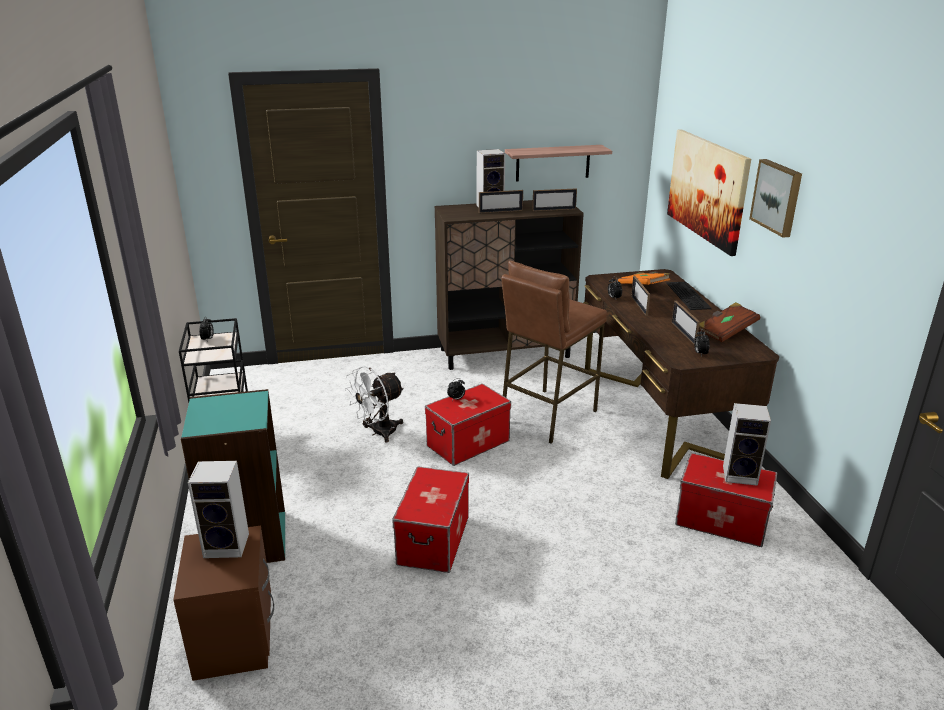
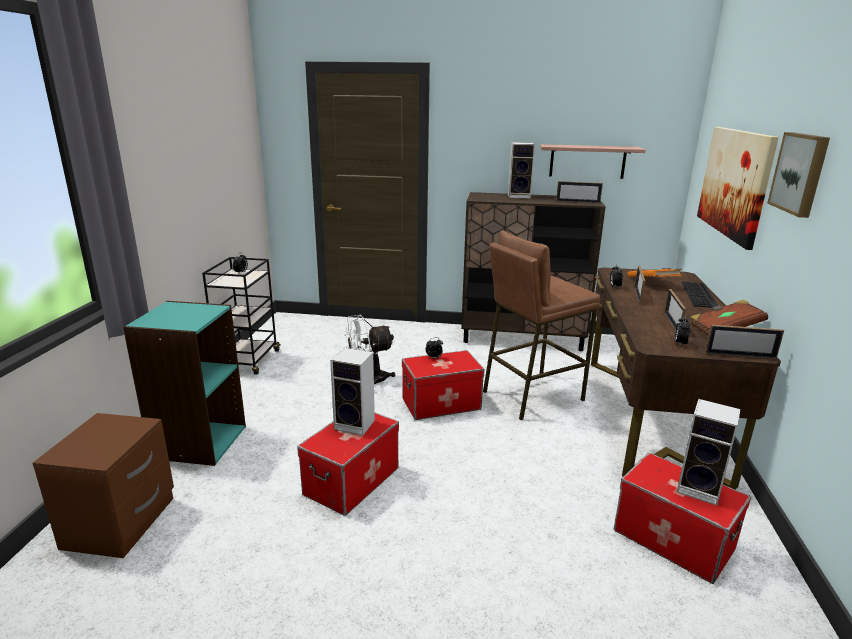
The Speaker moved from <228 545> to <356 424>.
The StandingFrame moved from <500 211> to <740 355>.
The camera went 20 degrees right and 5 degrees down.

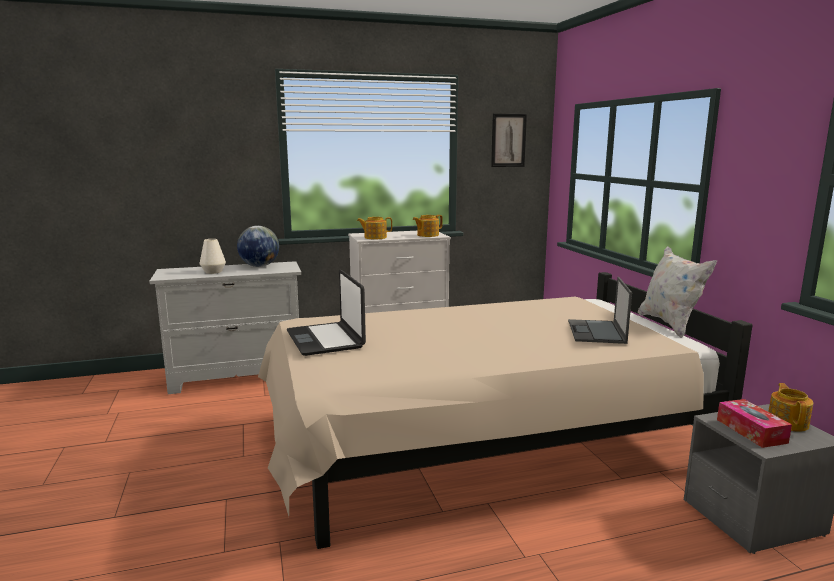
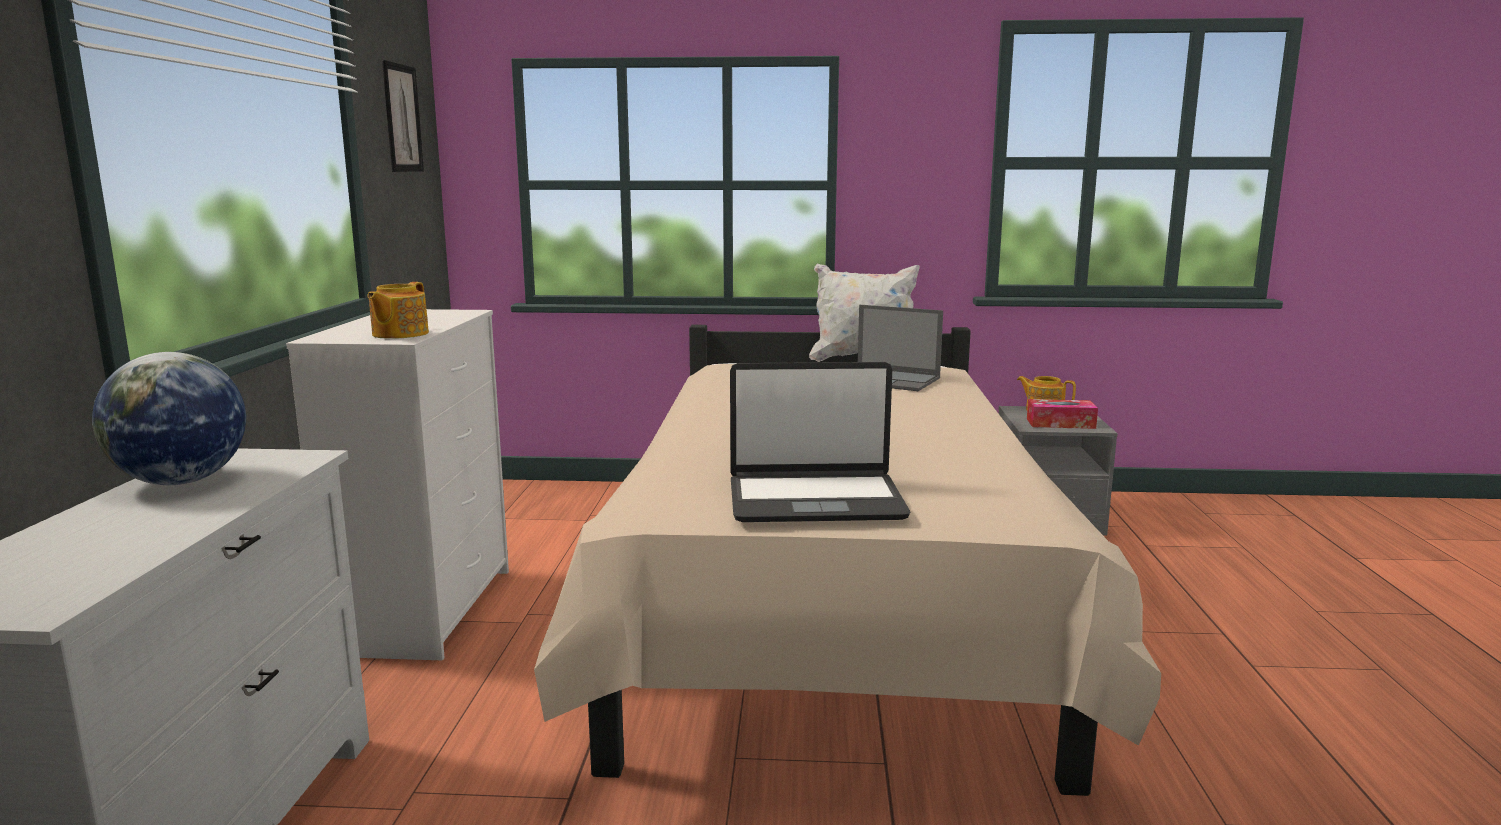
The WhiteColouredDecorativeVase at <213 272> disappeared.
The PotForTea at <427 235> disappeared.
The camera went 70 degrees left and 0 degrees up.

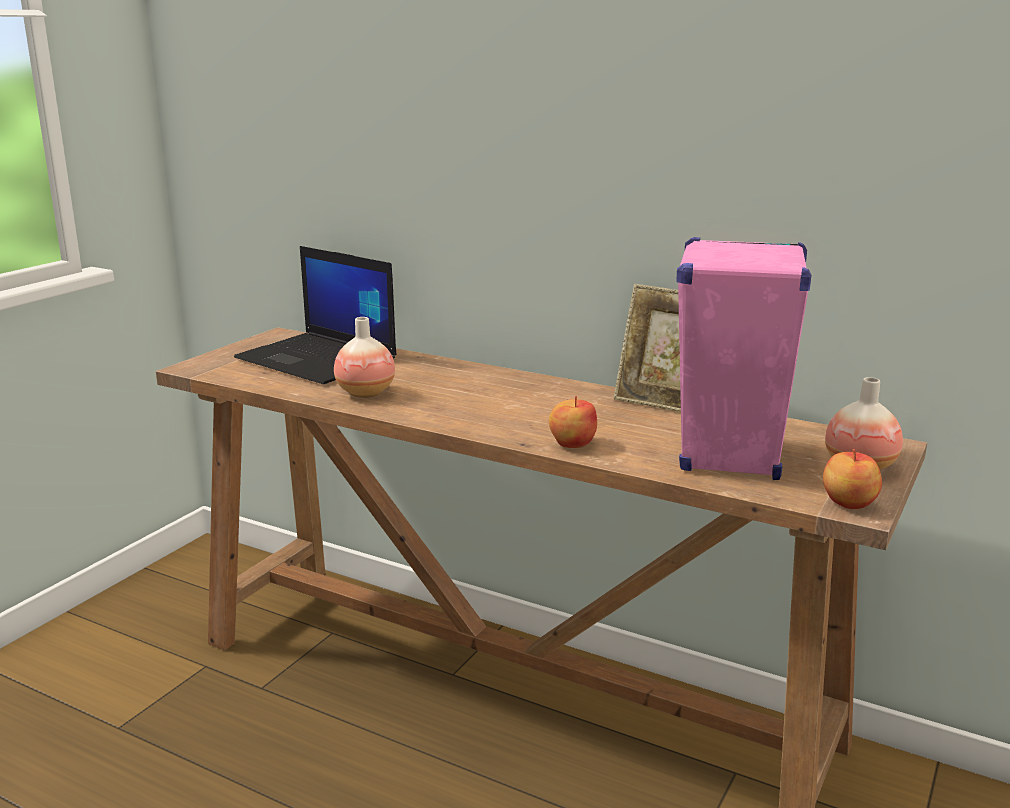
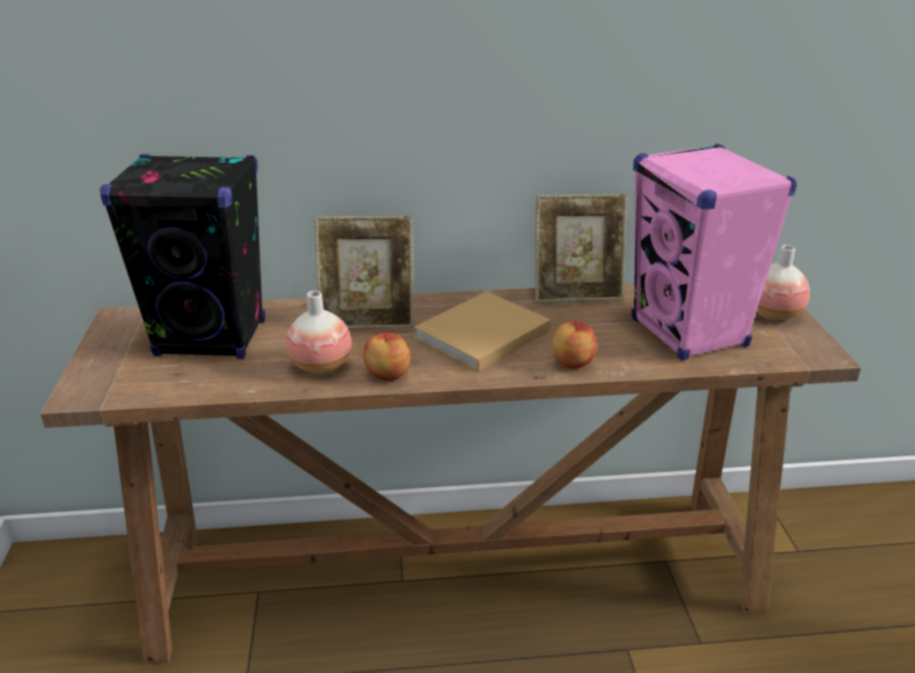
The PortableComputer at <319 359> was replaced by the BlackishSpeaker at <212 338>.
The Apple moved from <847 503> to <387 374>.
The StandingFrame at <368 320> appeared.
The SandColouredVolume at <479 336> appeared.
The camera went 35 degrees left and 10 degrees up.

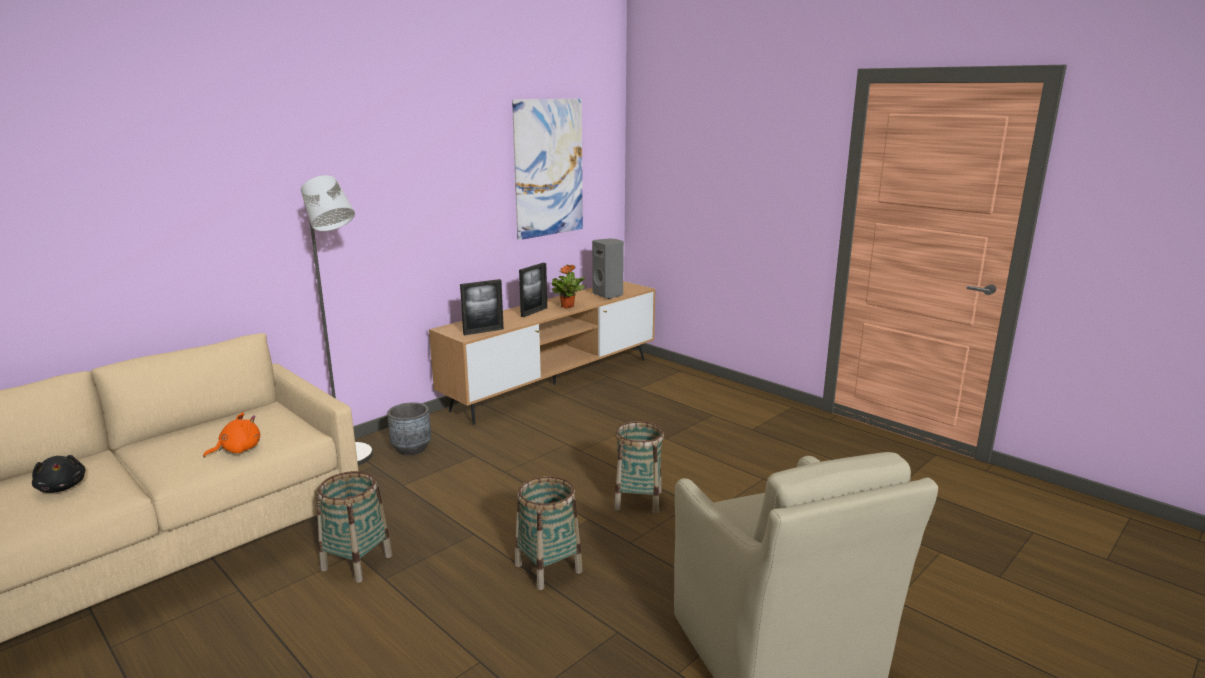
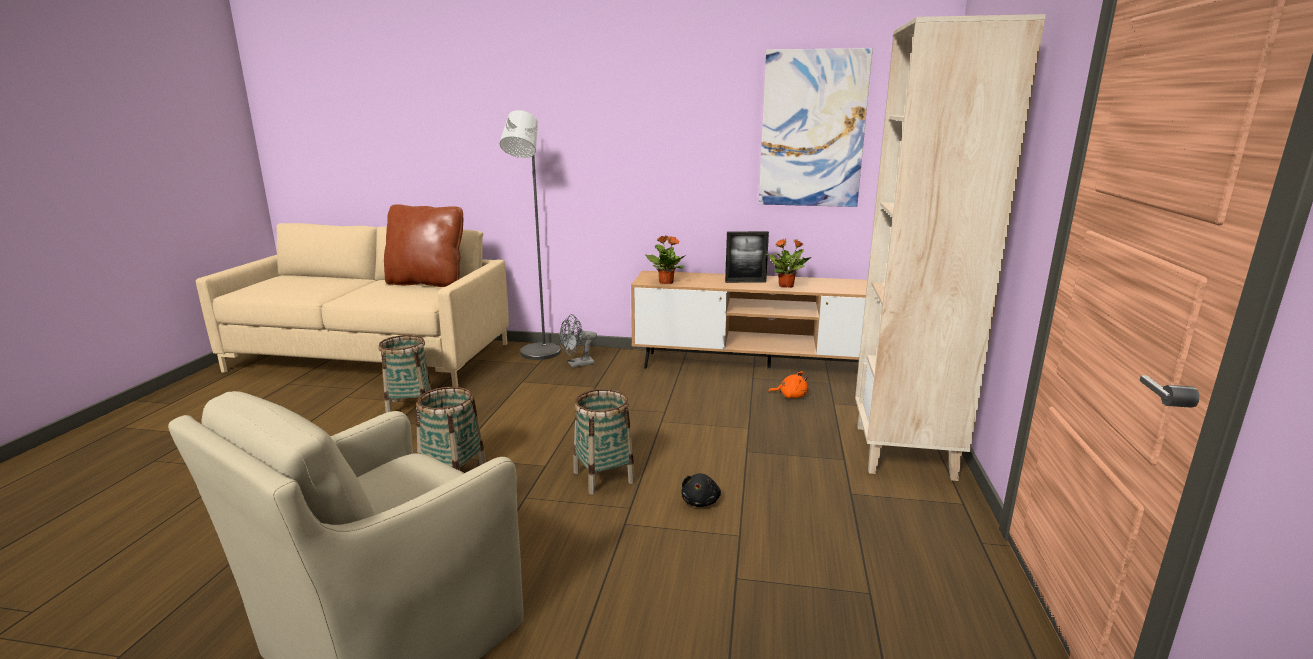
The BlackishCuddlyToy moved from <62 487> to <700 501>.
The OrangeCuddlyToy moved from <238 450> to <791 396>.
The GrayPlanter at <412 448> was replaced by the GrayCoolingFan at <577 364>.
The StandingFrame at <483 331> was replaced by the PlantInAPot at <666 282>.
The GraySpeaker at <609 295> disappeared.
The BrownPillow at <427 283> appeared.
The SandColouredBookshelf at <905 452> appeared.
The camera went 55 degrees right and 0 degrees up.

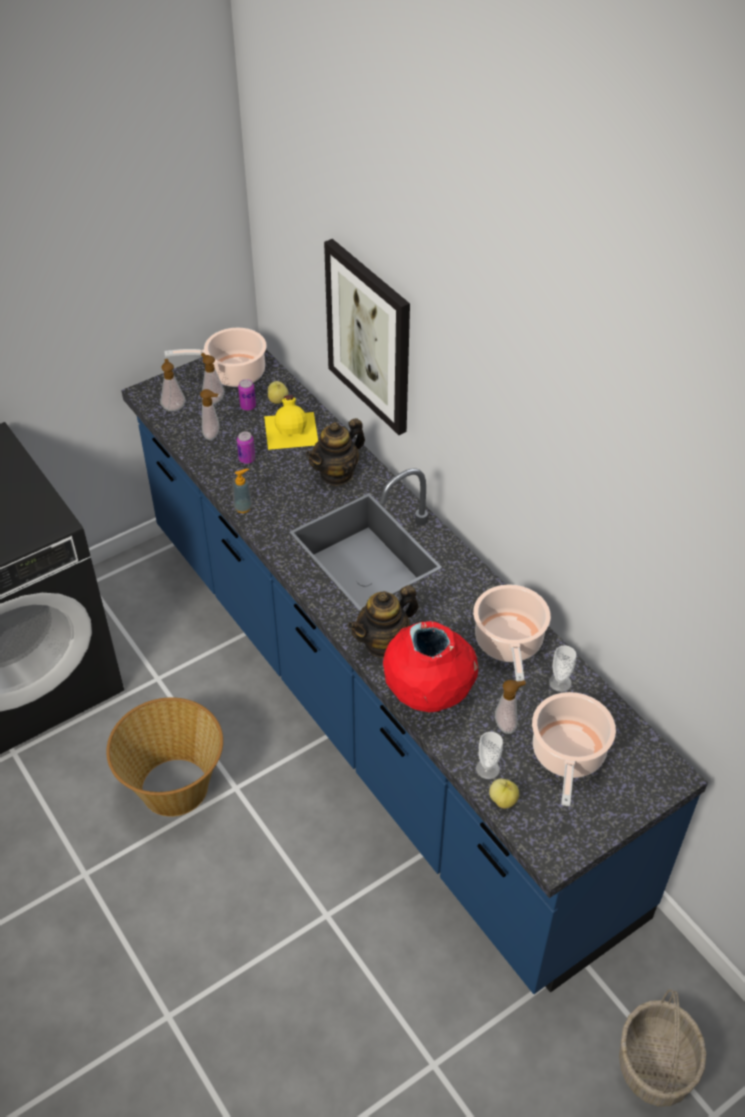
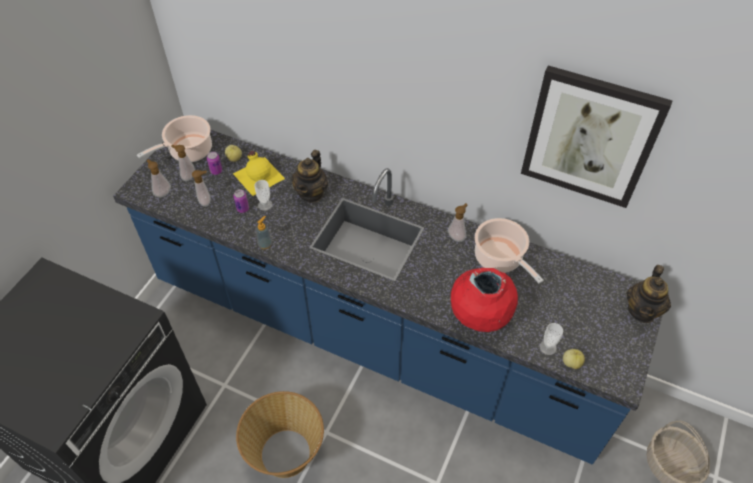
The Picture moved from <370 336> to <590 137>.
The PotForTea moved from <383 642> to <642 310>.
The SoapBottle moved from <507 725> to <457 237>.
The CookingPot at <568 756> disappeared.
The Cup moved from <560 682> to <265 205>.
The camera went 30 degrees left and 5 degrees up.

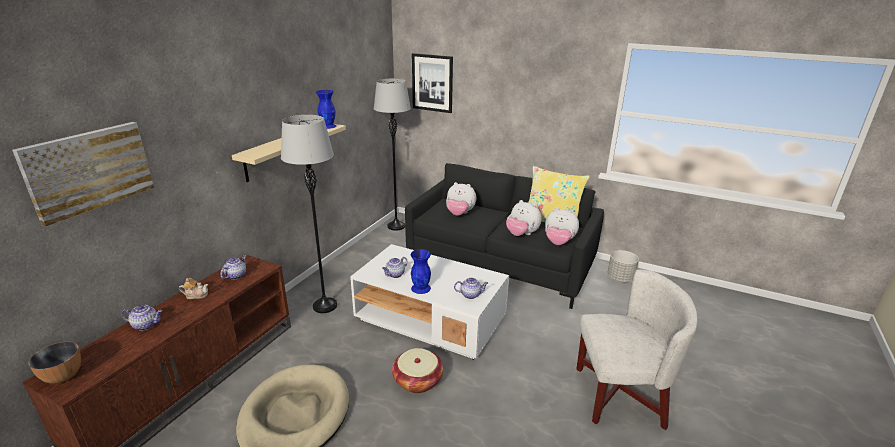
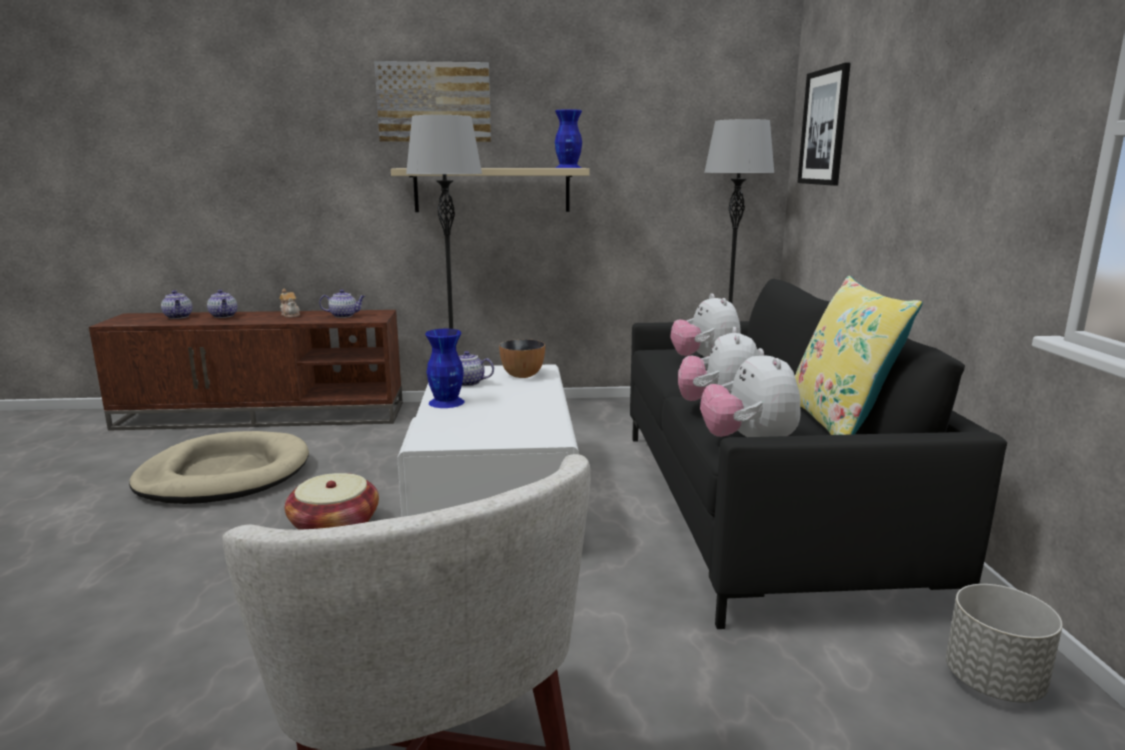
The Picture moved from <89 170> to <434 102>.
The ServingBowl moved from <63 376> to <522 375>.
The PotForTea moved from <471 295> to <178 317>.
The camera went 60 degrees right and 10 degrees down.

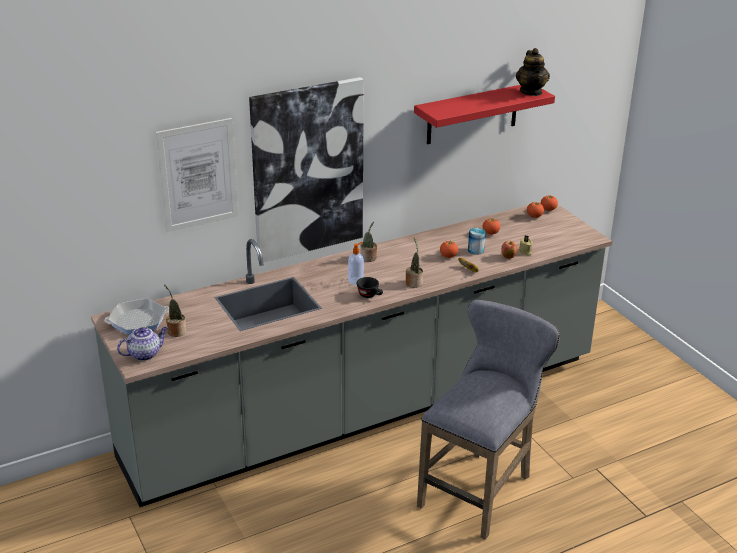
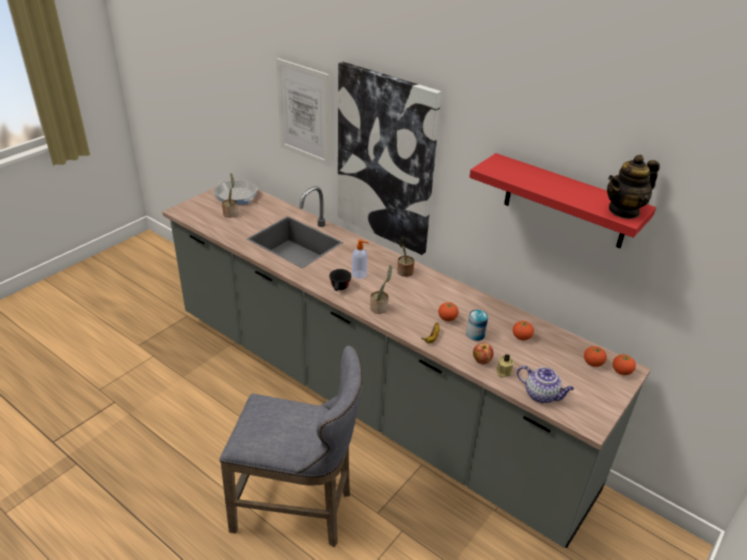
The PotForTea moved from <145 354> to <542 395>.
The camera went 65 degrees right and 5 degrees up.

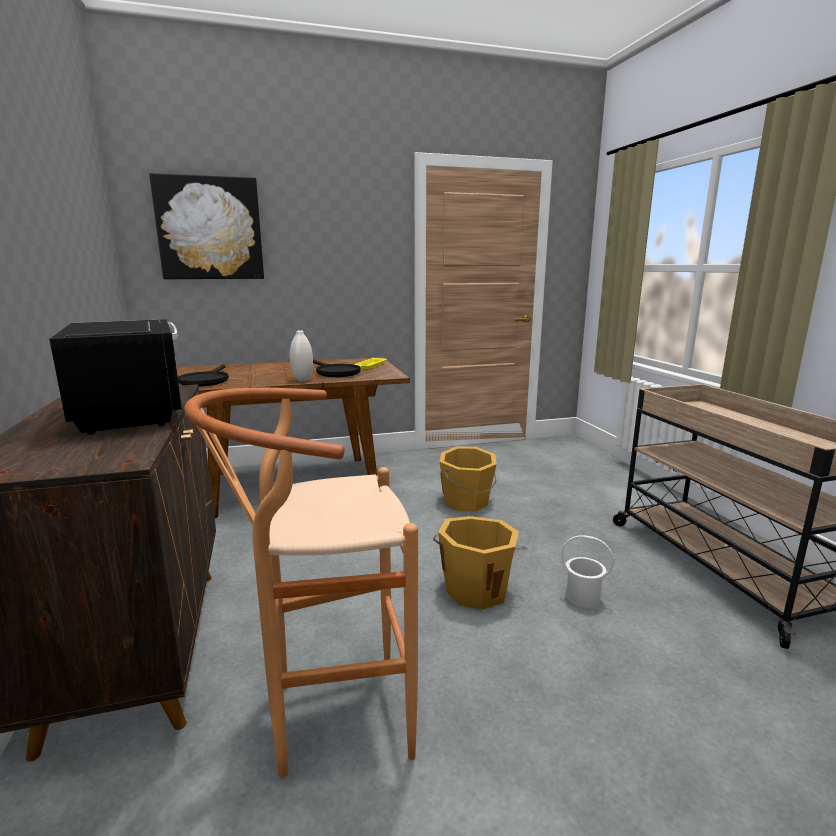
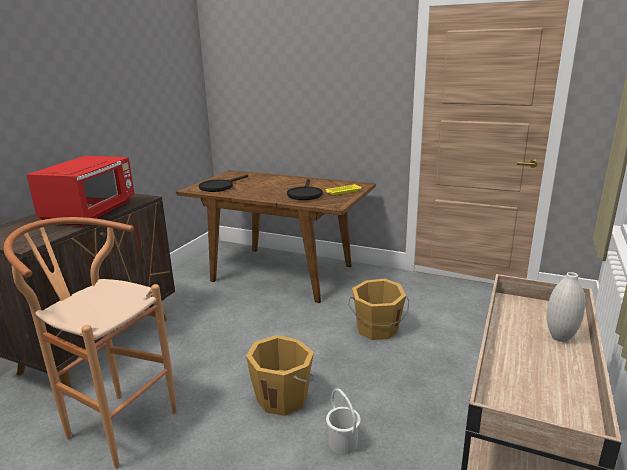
The BlackishMicrowave at <133 412> became the ReddishMicrowave at <92 213>.
The Picture at <210 229> disappeared.
The WhiteColouredDecorativeVase moved from <302 380> to <560 337>.
The camera went 40 degrees right and 5 degrees up.

